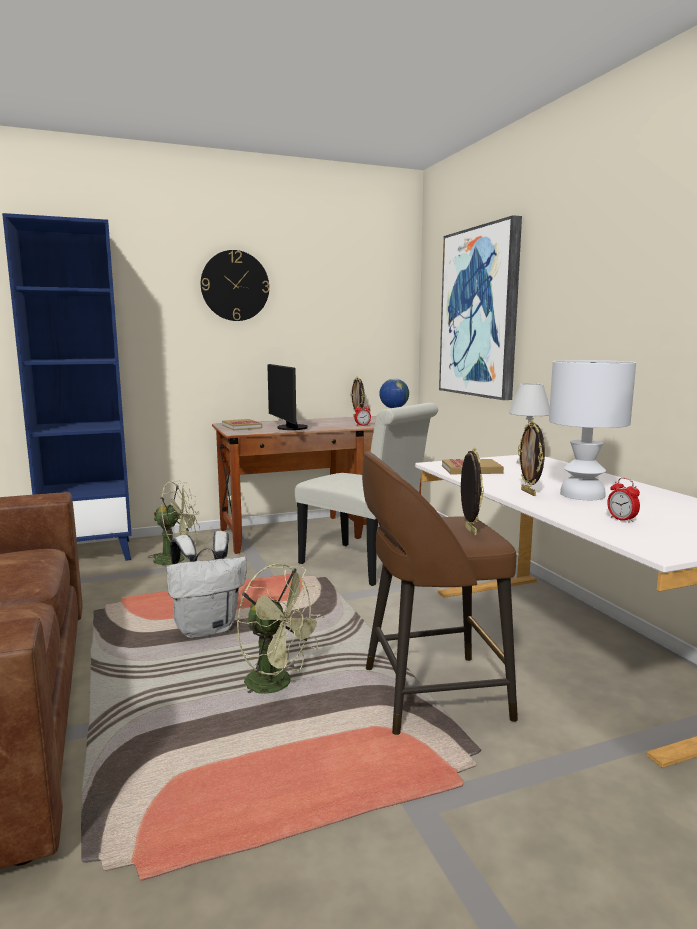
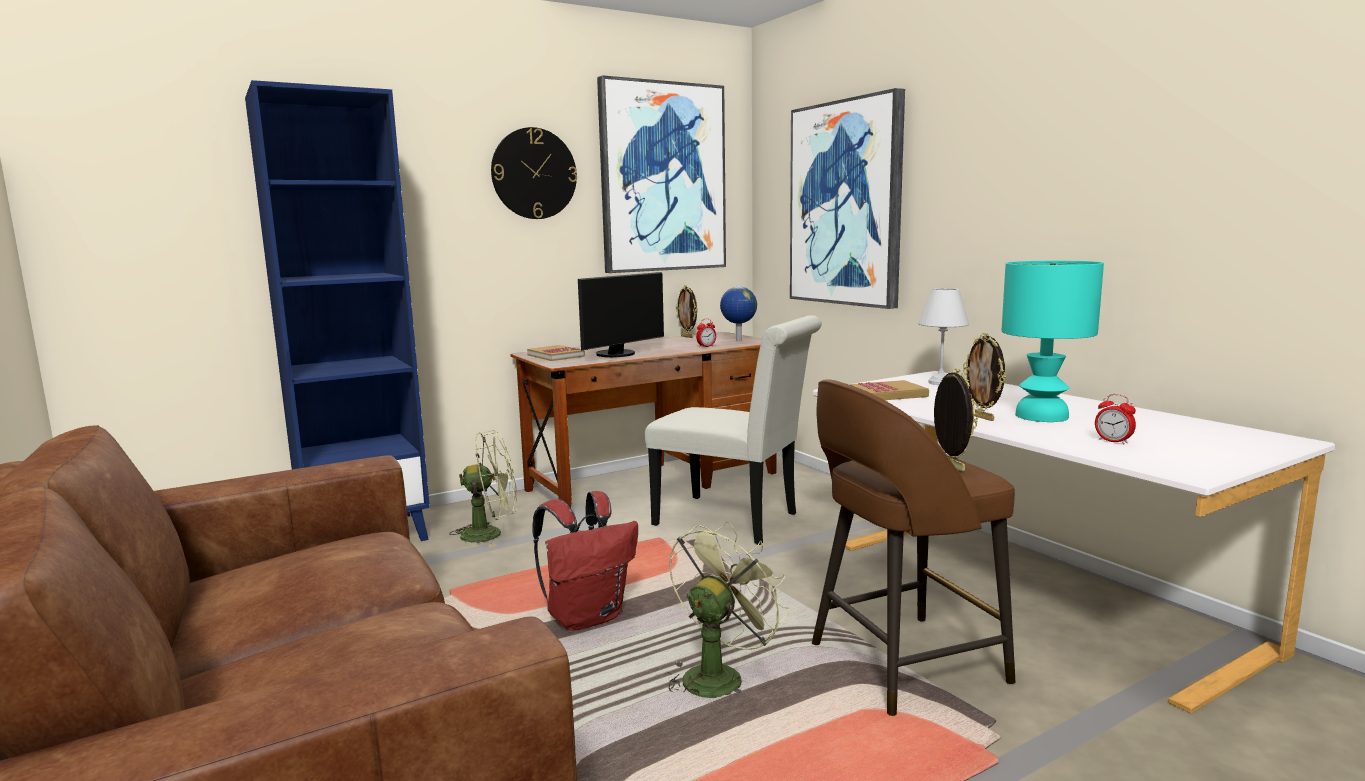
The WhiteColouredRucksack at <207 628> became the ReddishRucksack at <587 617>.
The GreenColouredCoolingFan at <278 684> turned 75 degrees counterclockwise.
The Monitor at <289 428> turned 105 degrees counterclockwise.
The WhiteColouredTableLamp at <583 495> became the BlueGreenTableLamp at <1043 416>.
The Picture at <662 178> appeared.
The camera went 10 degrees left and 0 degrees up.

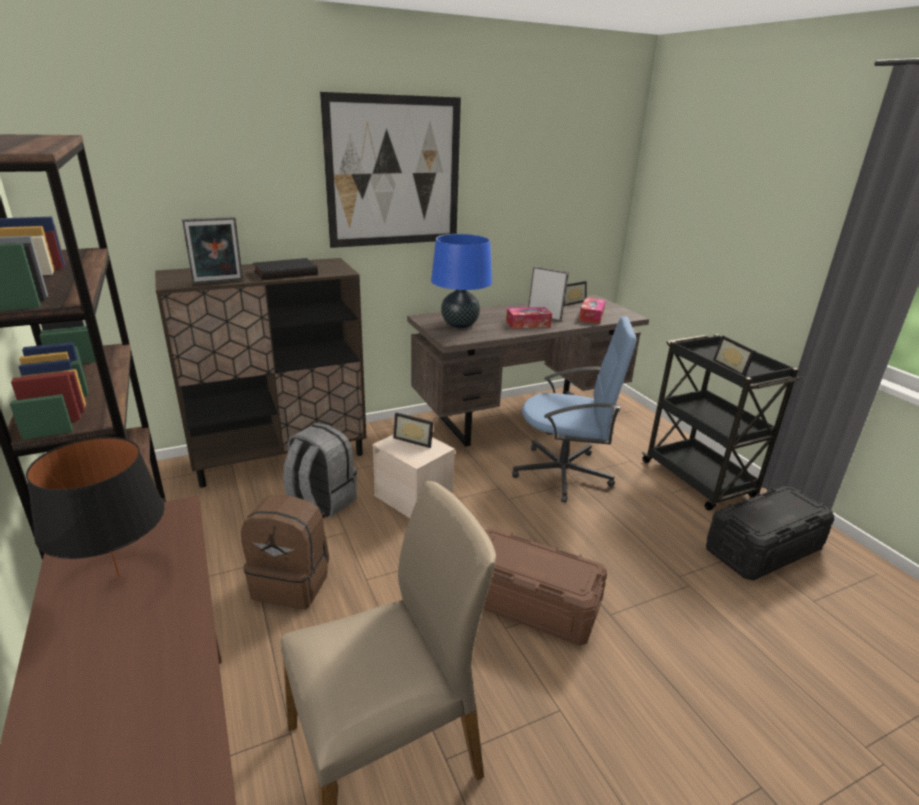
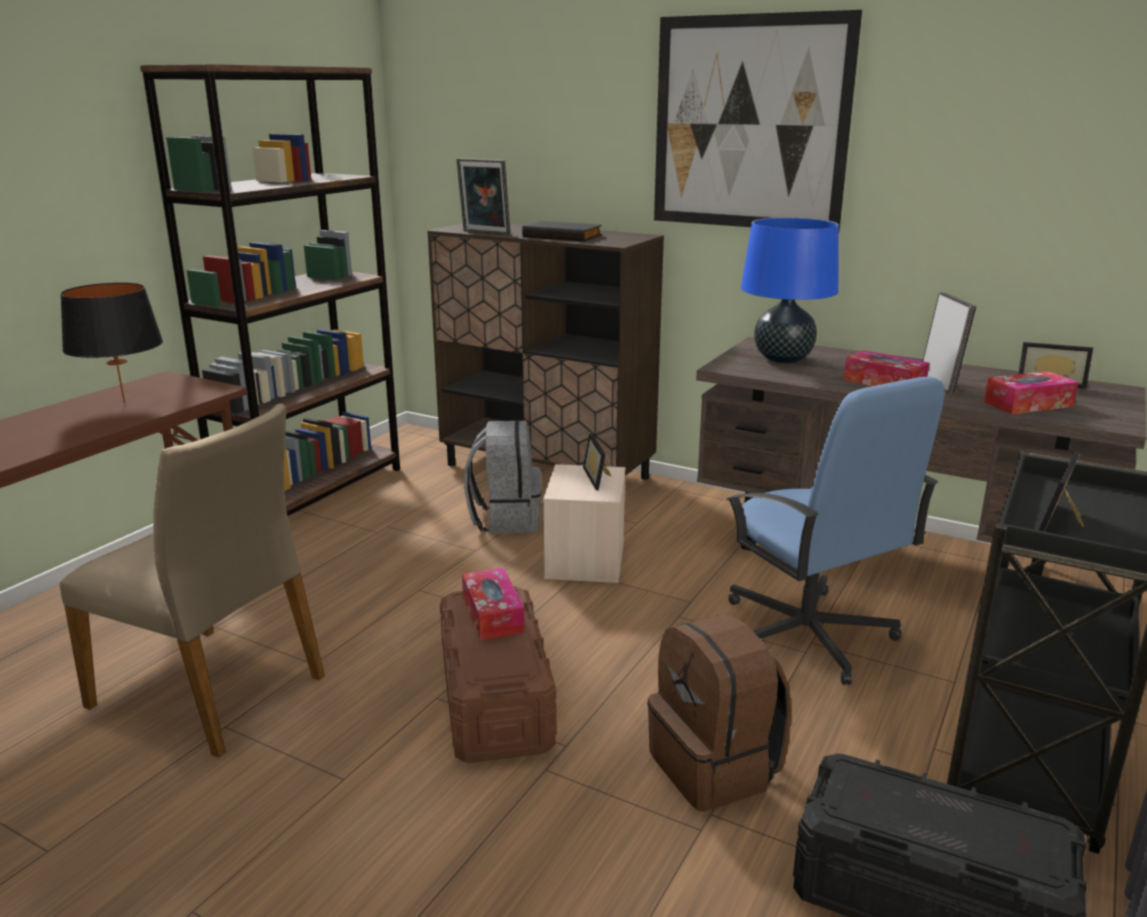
The BrownRucksack moved from <292 583> to <716 767>.
The TissueHolder at <492 615> appeared.
The camera went 55 degrees right and 5 degrees down.

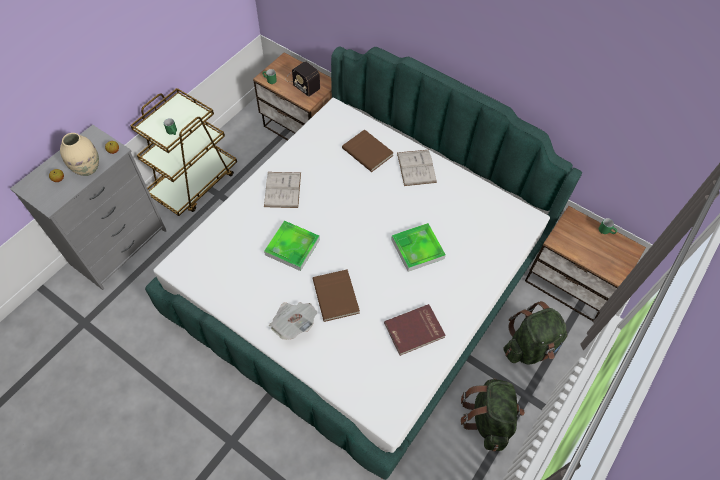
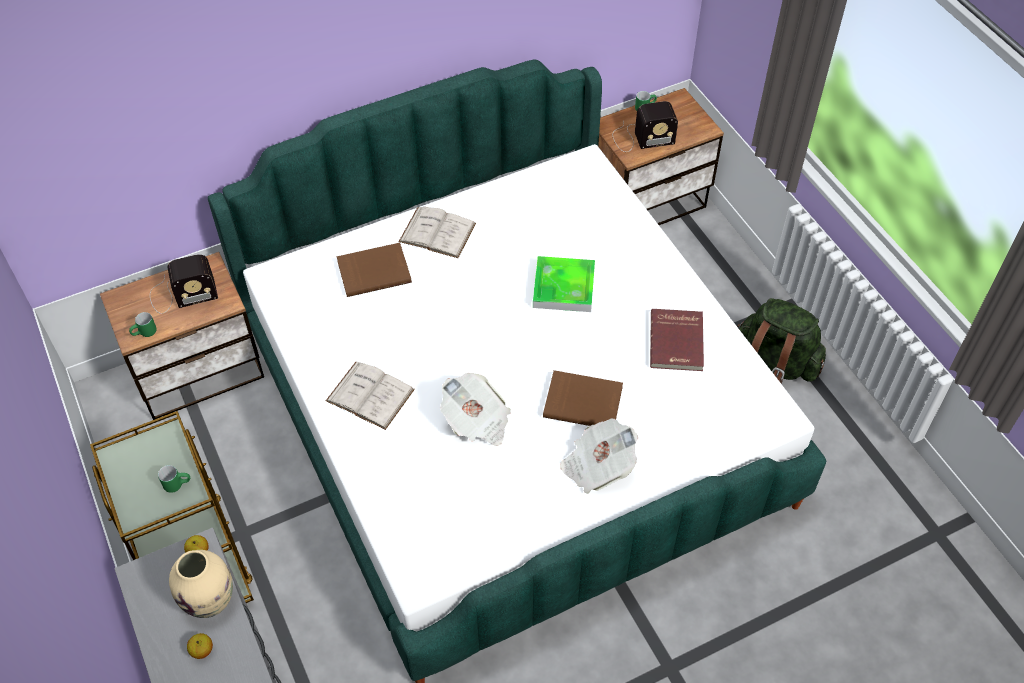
The Tray at <292 247> was replaced by the DailyPaper at <477 421>.
The GreenColouredRucksack at <530 346> disappeared.
The RadioReceiver at <641 138> appeared.
The camera went 60 degrees left and 5 degrees down.

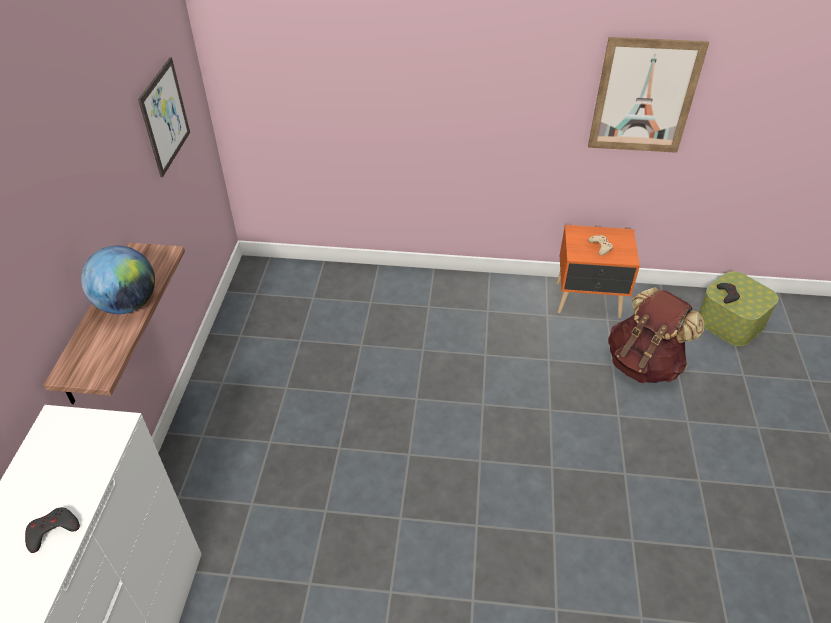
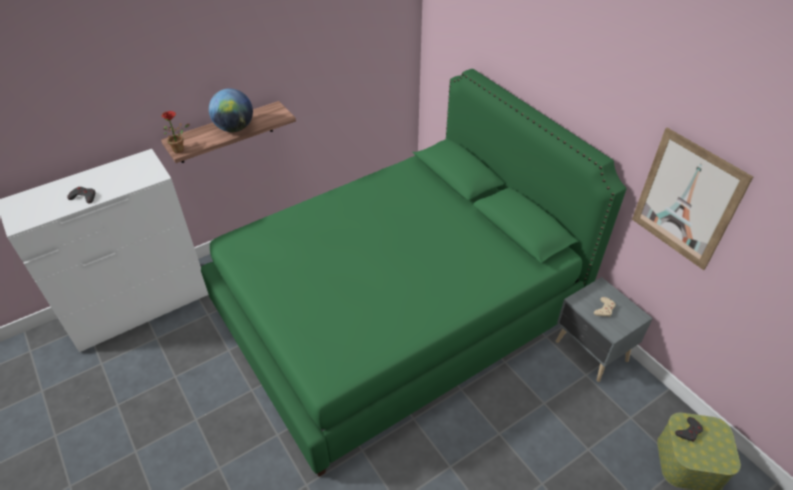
The Picture at <165 117> disappeared.
The OrangeBedsideTable at <589 301> became the GrayBedsideTable at <591 352>.
The BrownRucksack at <644 363> disappeared.
The PlantInAPot at <181 149> appeared.
The GreenColouredBed at <396 312> appeared.
The camera went 50 degrees right and 0 degrees up.

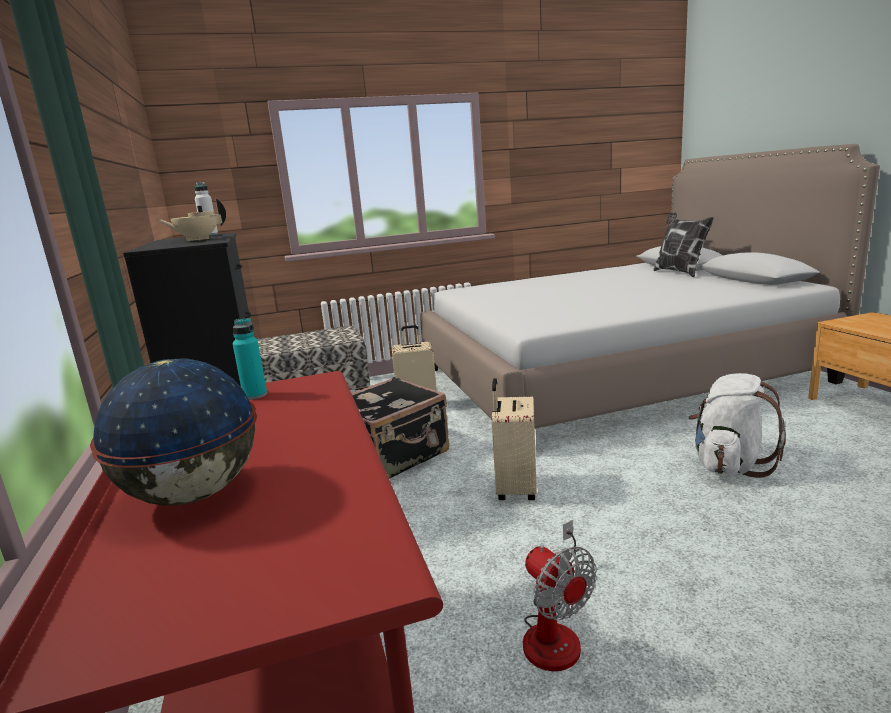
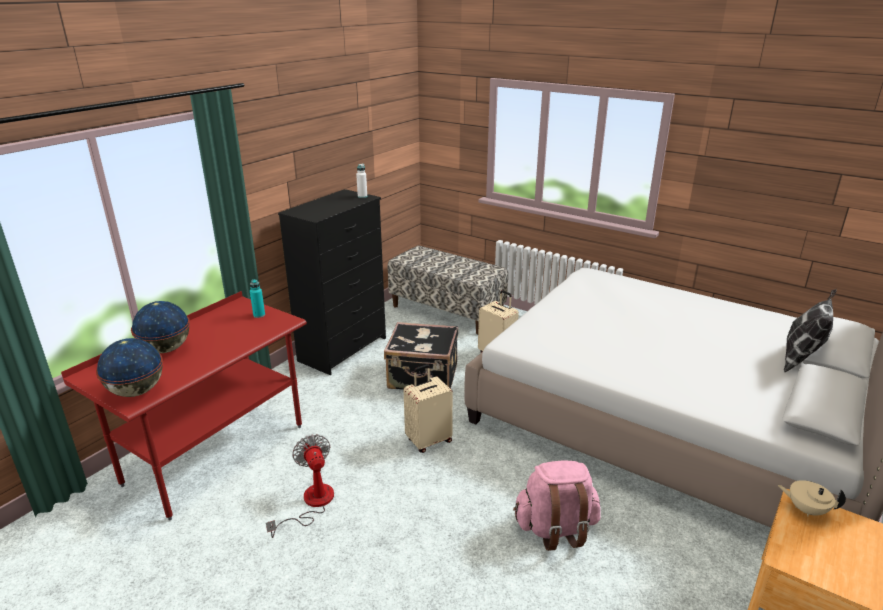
The SandColouredPotForTea moved from <198 240> to <806 509>.
The CoolingFan at <555 631> turned 135 degrees clockwise.
The WhiteColouredRucksack at <729 465> became the PinkRucksack at <555 528>.
The Globe at <136 391> appeared.
The camera went 50 degrees right and 10 degrees up.

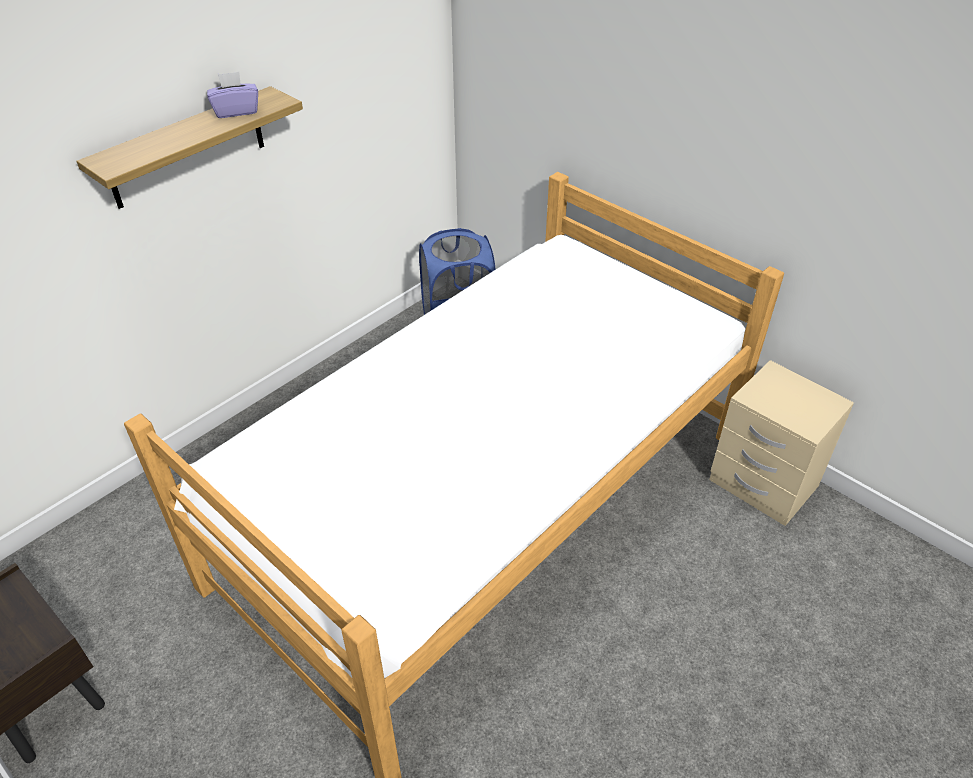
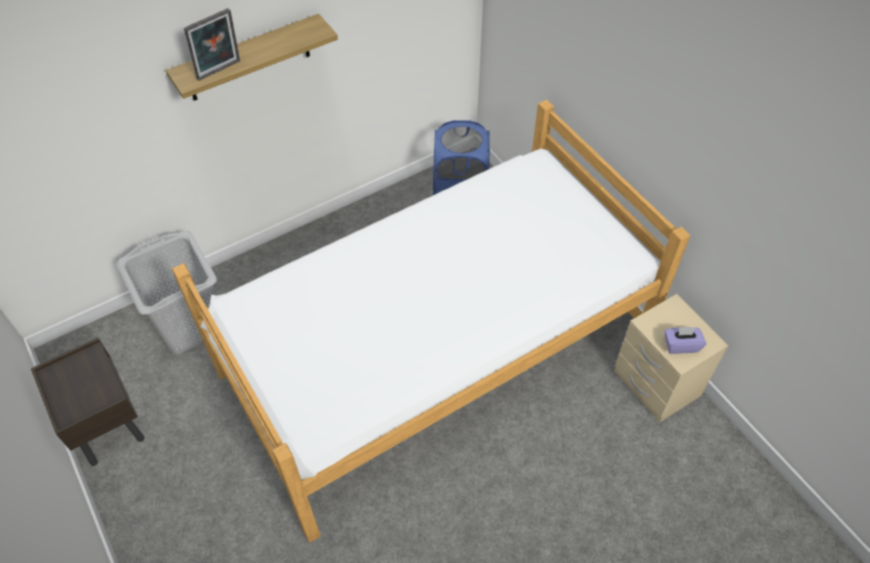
The PurplishTissueHolder moved from <236 111> to <681 345>.
The GrayWashingBasket at <190 324> appeared.
The StandingFrame at <220 71> appeared.
The camera went 15 degrees right and 10 degrees up.

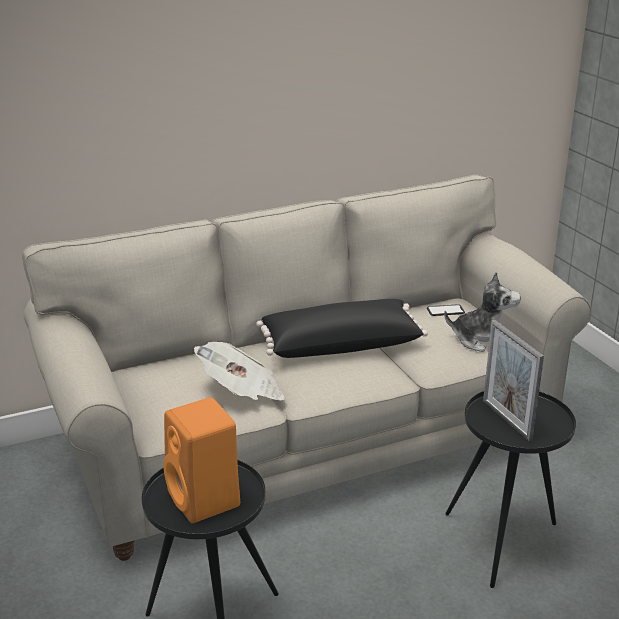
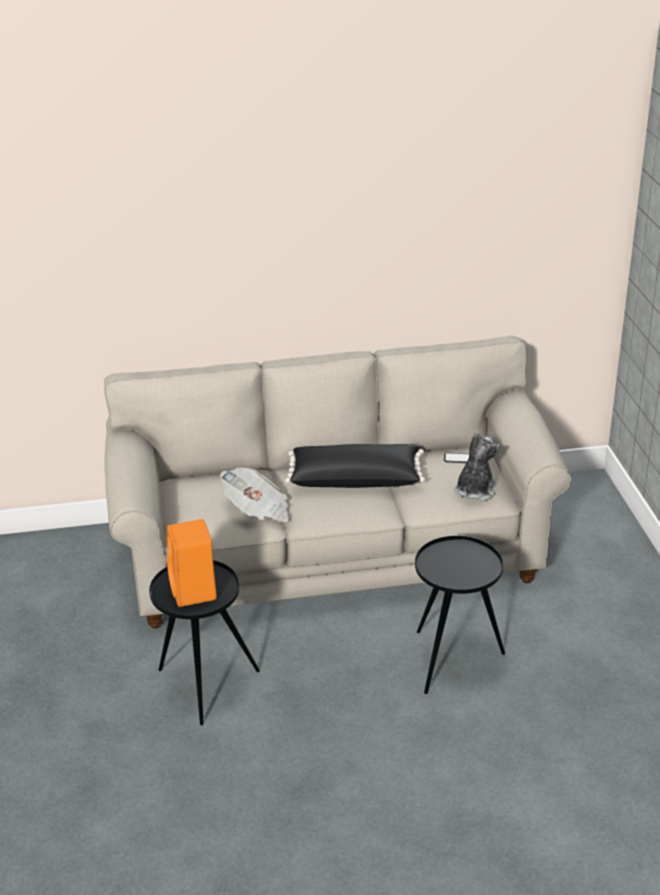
The CuddlyToy at <481 340> turned 90 degrees counterclockwise.
The StandingFrame at <506 420> disappeared.
The camera went 15 degrees right and 5 degrees up.

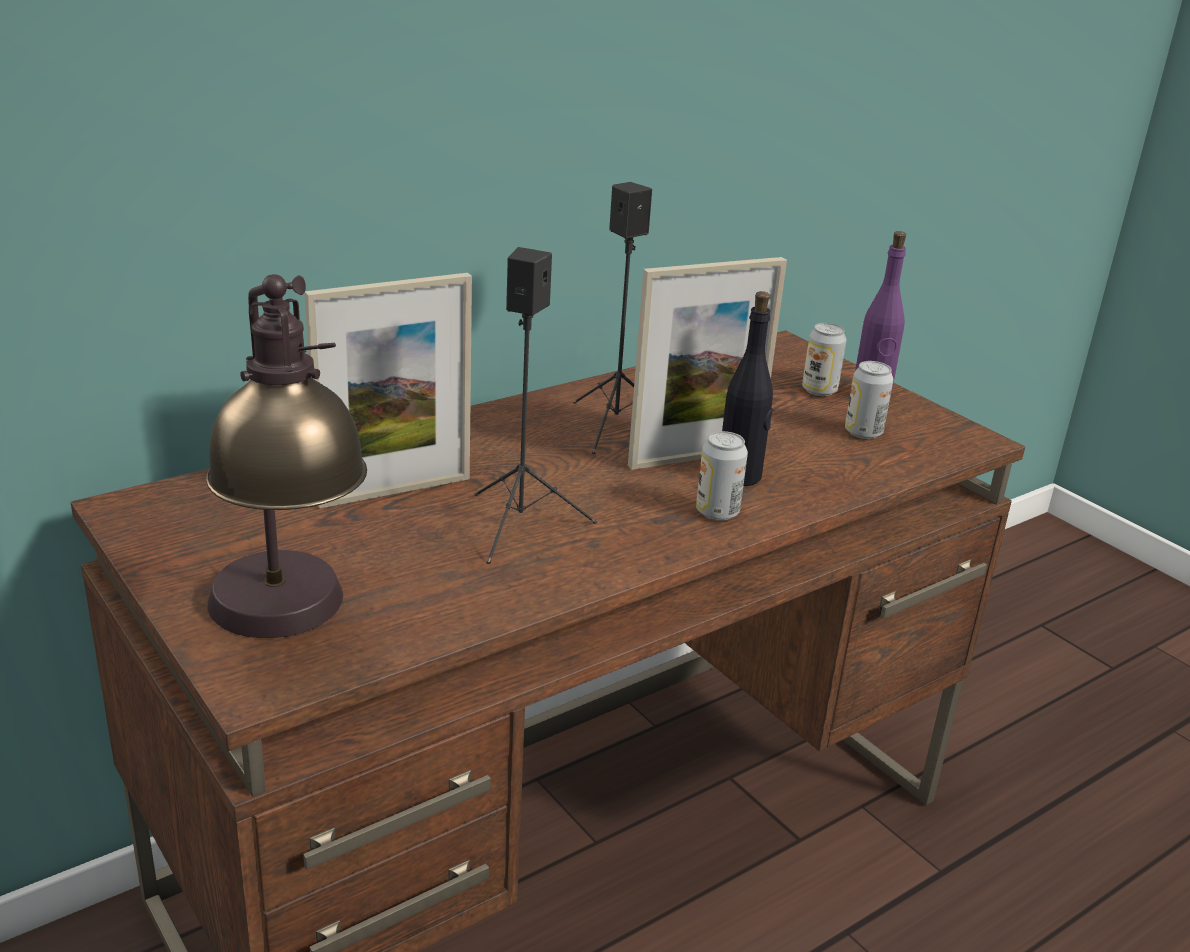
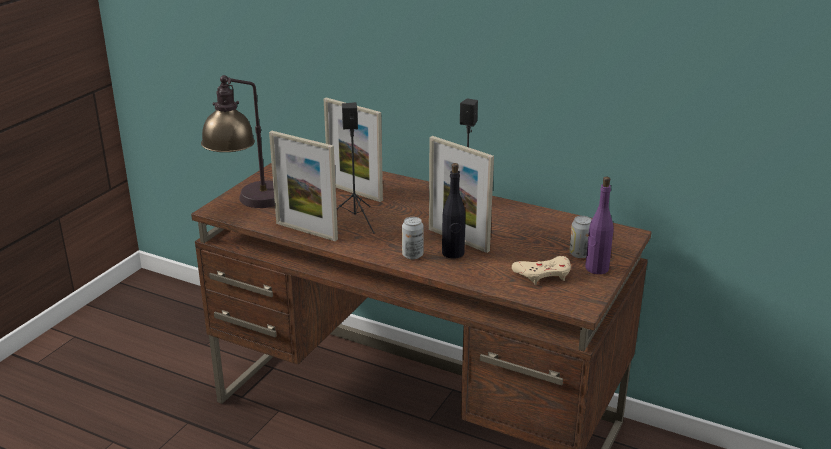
The SealedCan at <863 432> was replaced by the SandColouredGamepad at <543 274>.
The StandingFrame at <306 231> appeared.
The camera went 65 degrees right and 0 degrees up.

